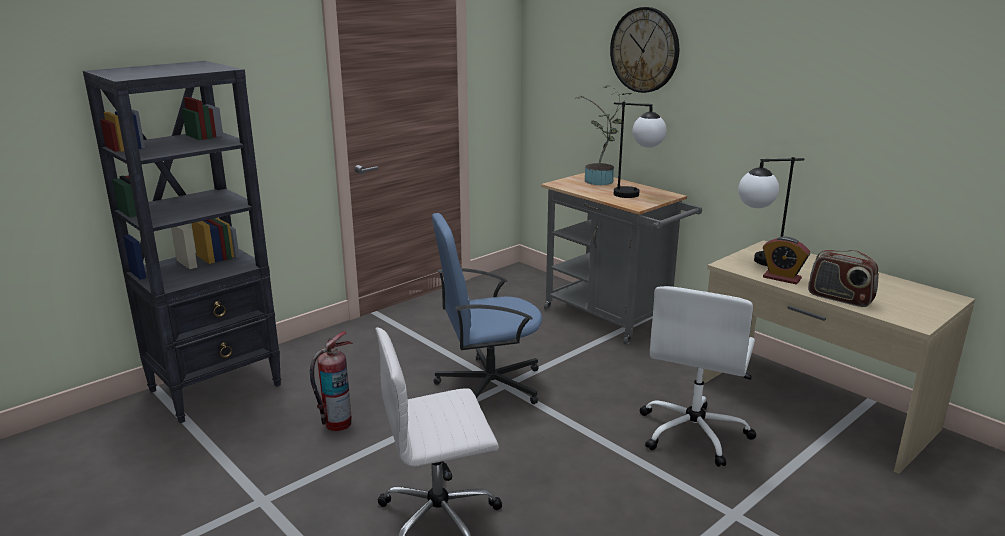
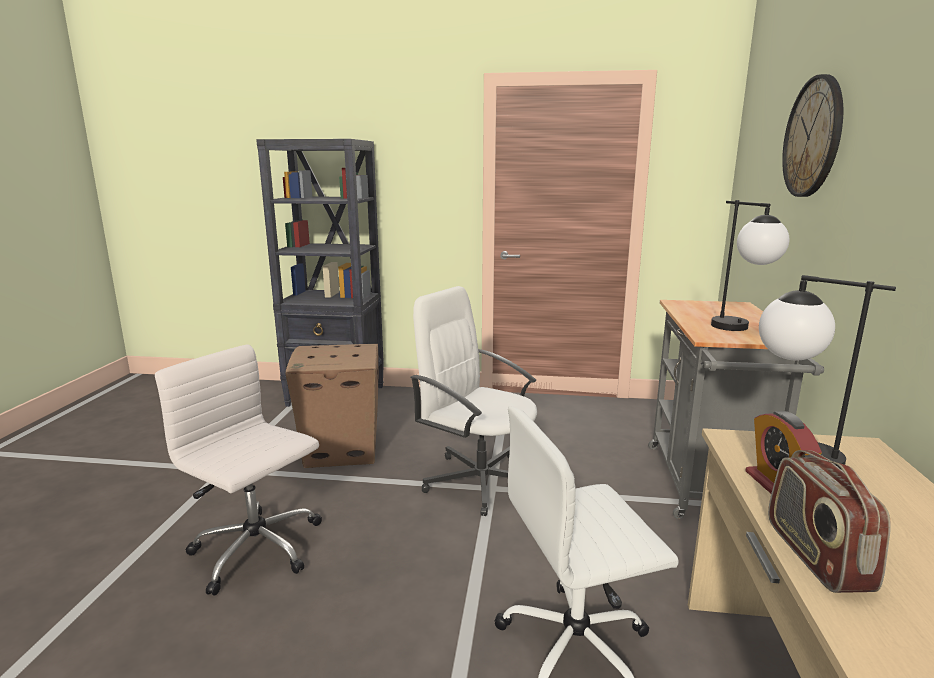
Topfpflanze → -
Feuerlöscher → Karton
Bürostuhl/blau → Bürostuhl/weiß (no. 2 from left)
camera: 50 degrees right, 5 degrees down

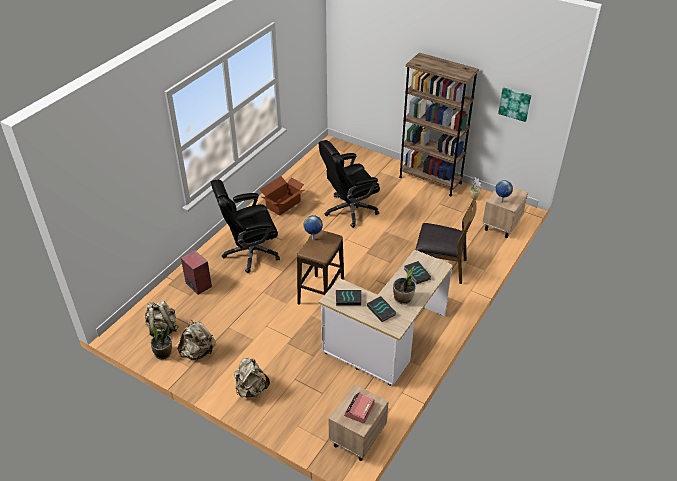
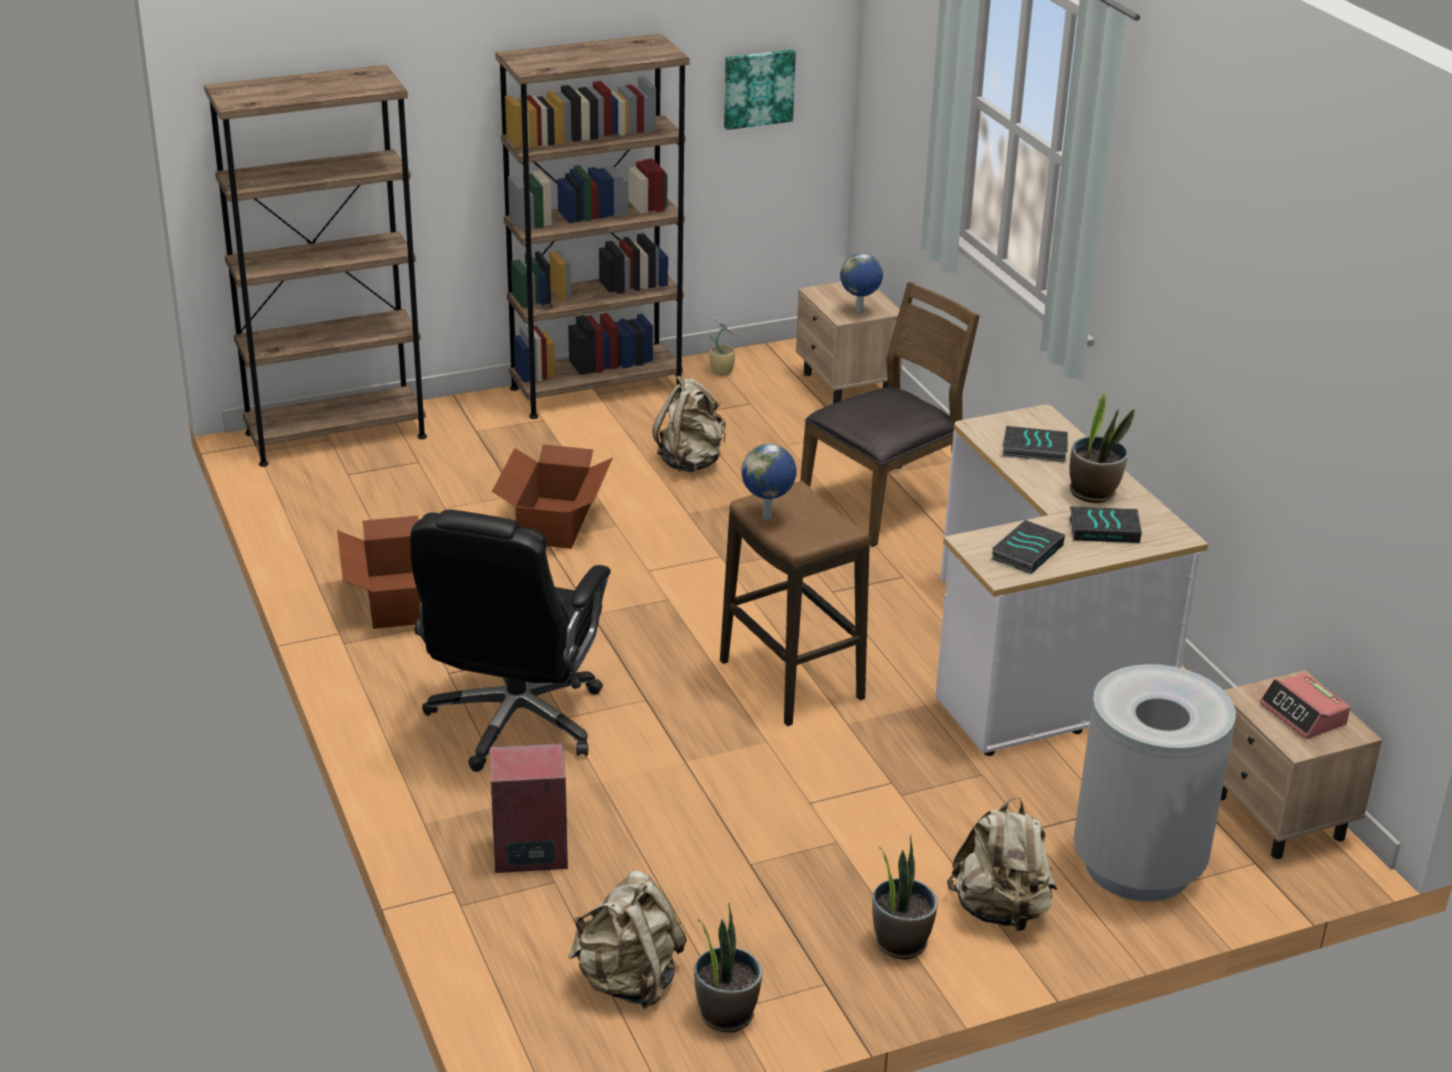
- → Bücherregal/braun (no. 1 from left)
- → Topfpflanze (no. 3 from left)
- → Mülleimer/grau
Rucksack/beige (no. 2 from left), relocated
Bürostuhl/schwarz (no. 2 from left) → Karton (no. 2 from left)
camera: 55 degrees left, 10 degrees down

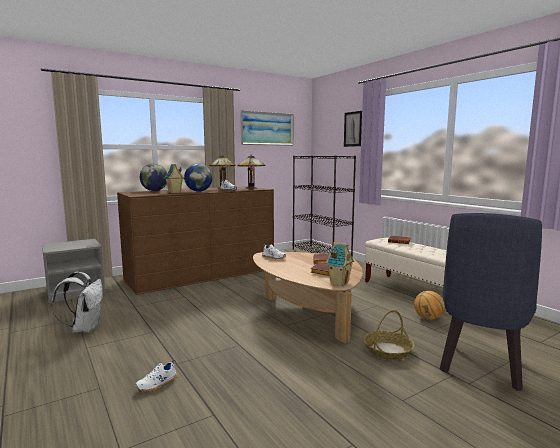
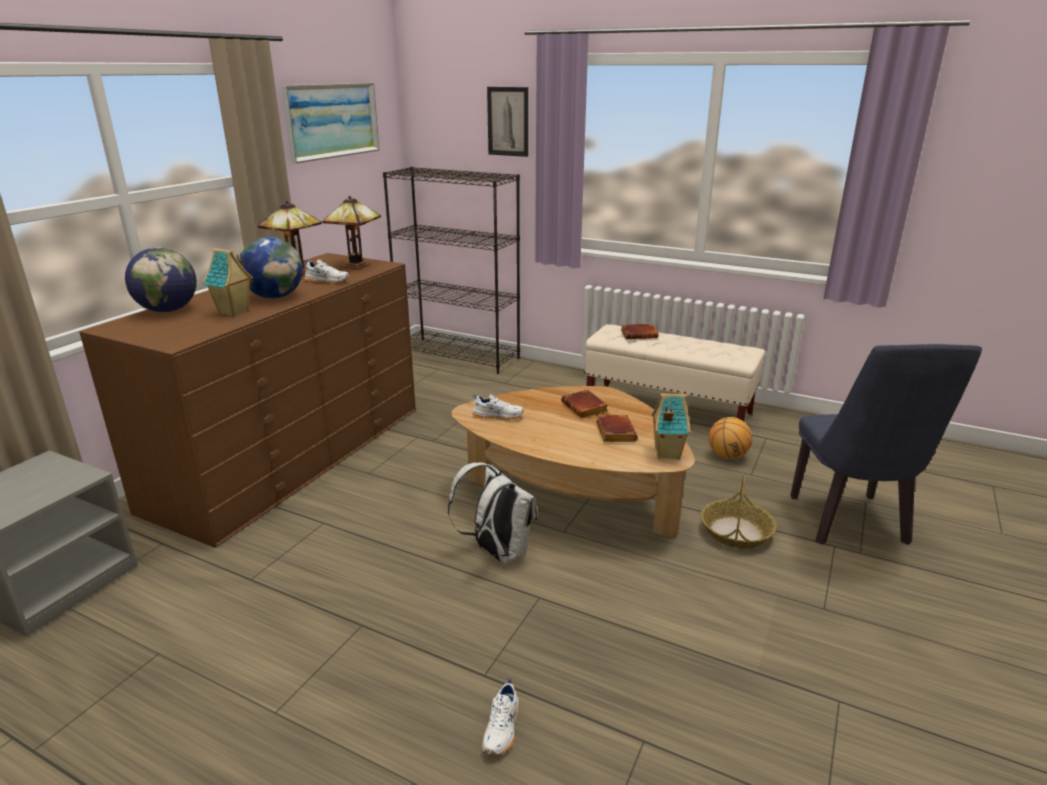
Rucksack/weiß, relocated
camera: 30 degrees left, 15 degrees up

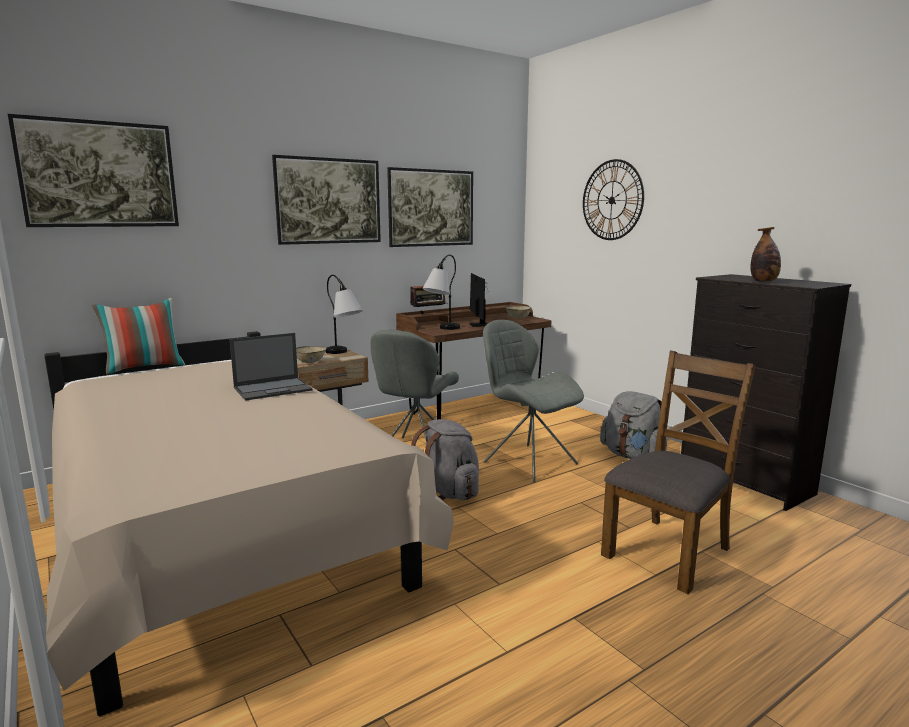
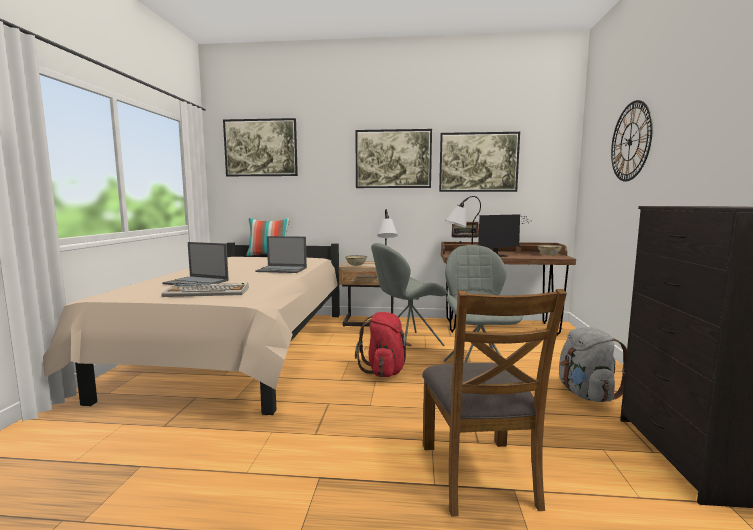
Flasche → -
- → Tastatur
- → Laptop (no. 1 from left)
Rucksack/grau (no. 1 from left) → Rucksack/rot
Monitor, 150 degrees counterclockwise
Stuhl/braun, 90 degrees clockwise
camera: 40 degrees right, 5 degrees down

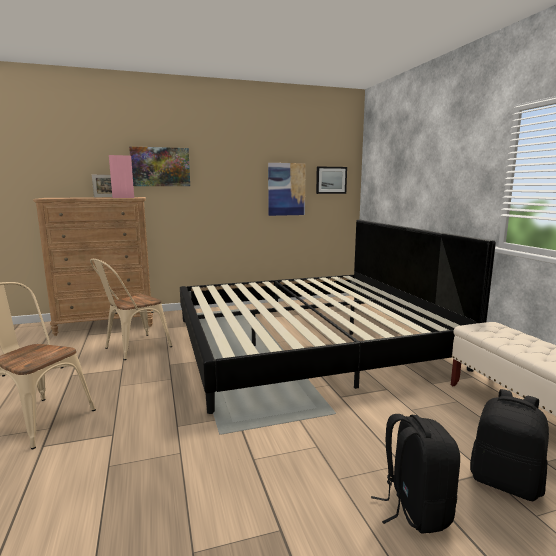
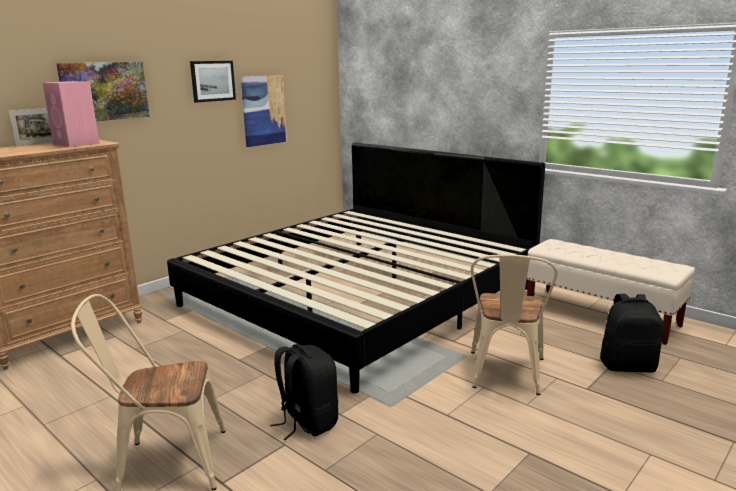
Stuhl/beige (no. 2 from left), relocated
Bild (no. 3 from left in the first image) → Bild (no. 2 from left), relocated
Rucksack/schwarz (no. 1 from left), relocated
camera: 30 degrees left, 5 degrees up

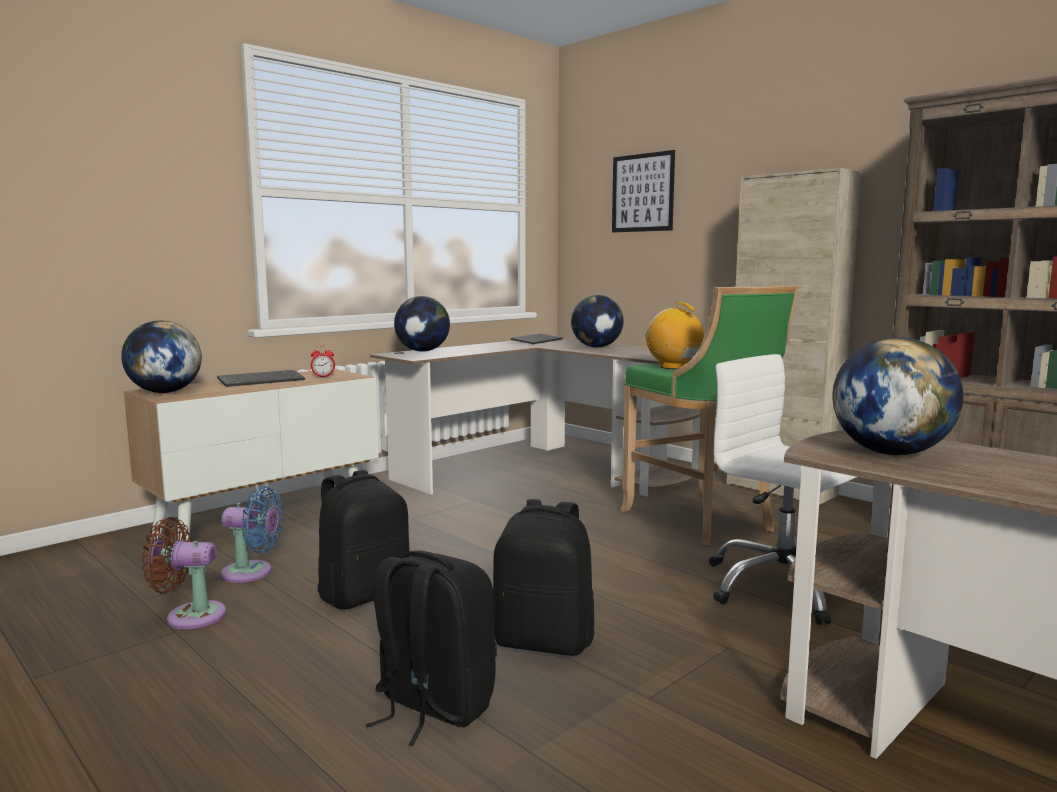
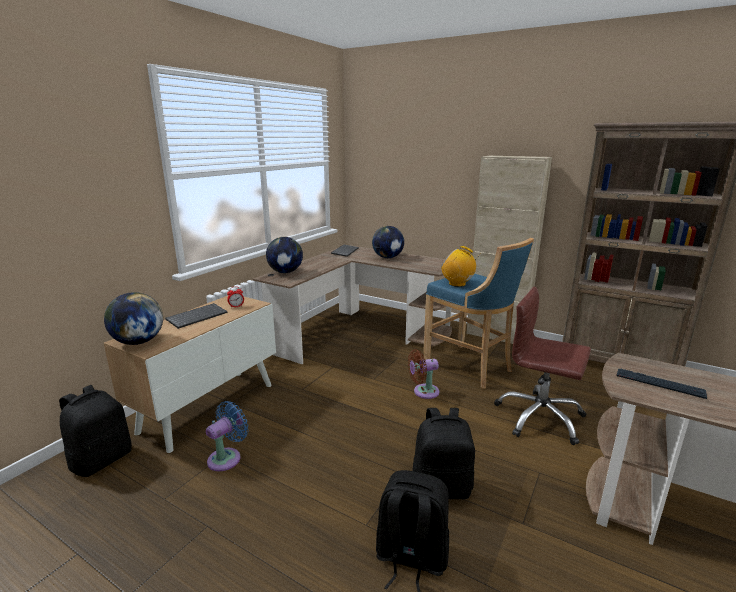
Bild → -
Ventilator/braun, relocated
Rucksack/schwarz (no. 1 from left), relocated
Globus (no. 4 from left) → Tastatur (no. 3 from left)
Hocker/grün → Hocker/blau
Bürostuhl/weiß → Bürostuhl/braun
Ventilator/blau, 45 degrees counterclockwise
camera: 15 degrees left, 10 degrees up

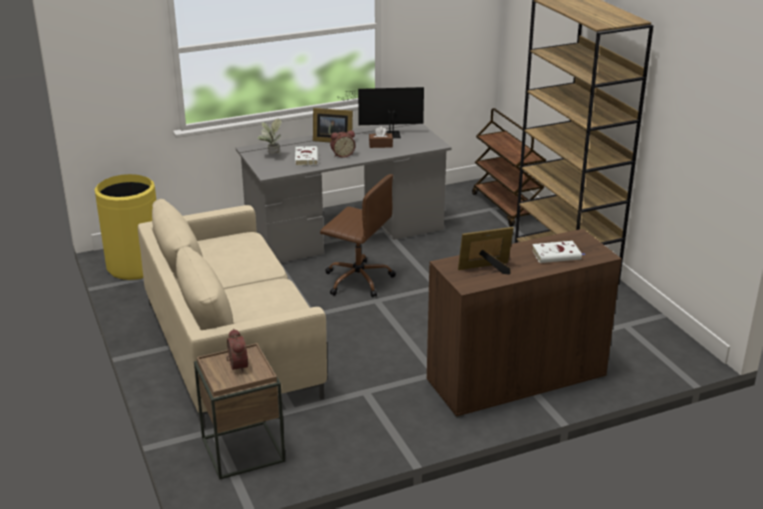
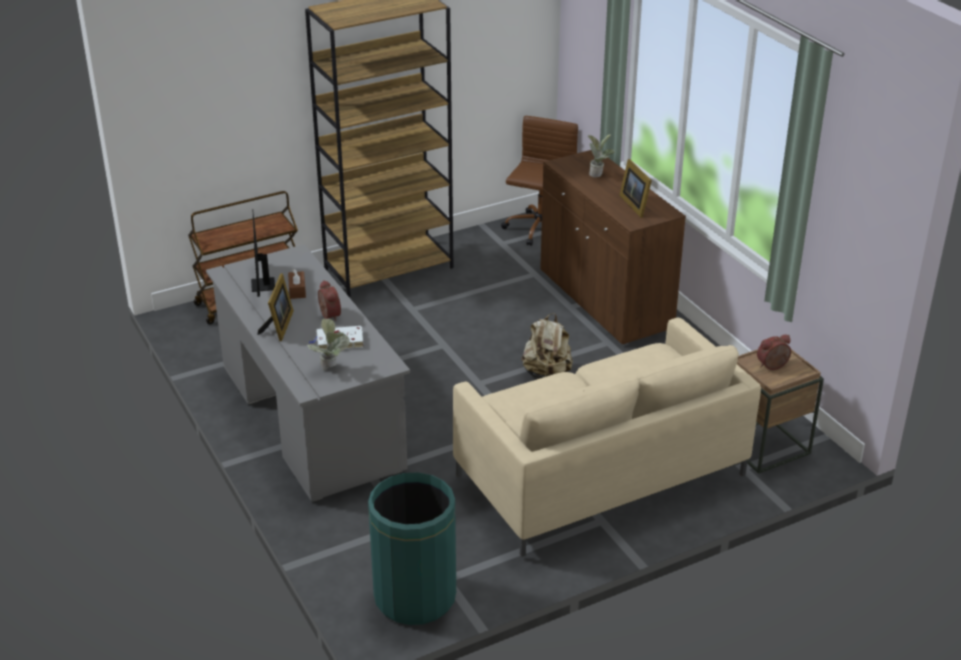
- → Rucksack/beige
Bürostuhl/braun, relocated
Buch/weiß (no. 2 from left) → Topfpflanze (no. 2 from left)
Mülleimer/gelb → Mülleimer/grün
camera: 95 degrees left, 5 degrees up

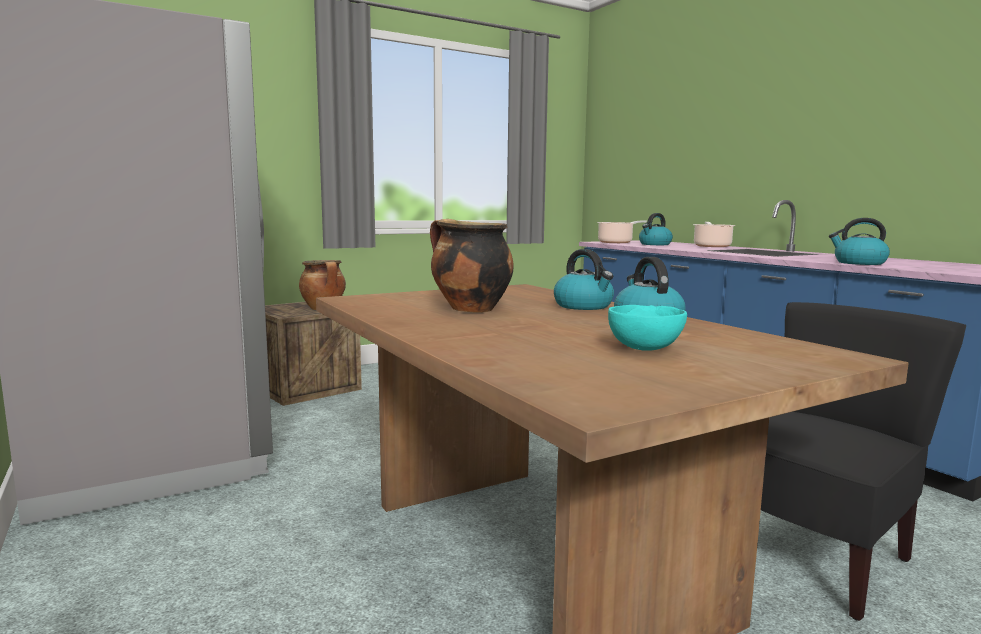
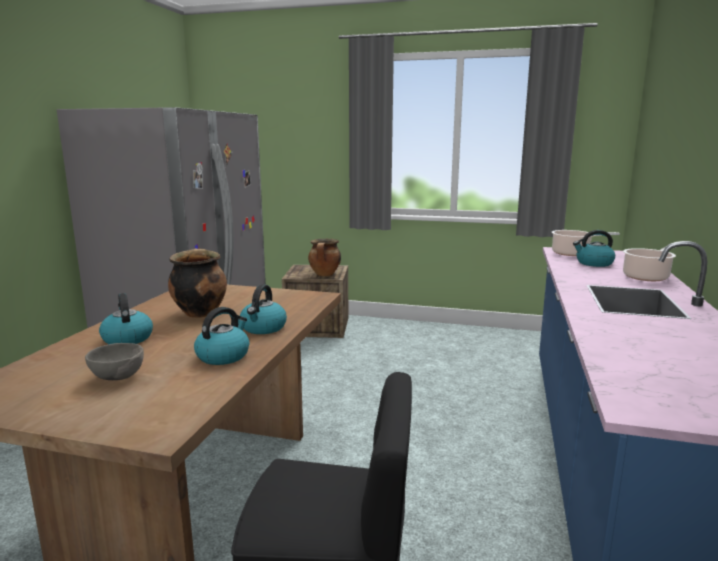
Wasserkessel (no. 4 from left in the first image) → Wasserkessel (no. 1 from left), relocated
Schüssel/türkis → Schüssel/grau
camera: 45 degrees right, 5 degrees up

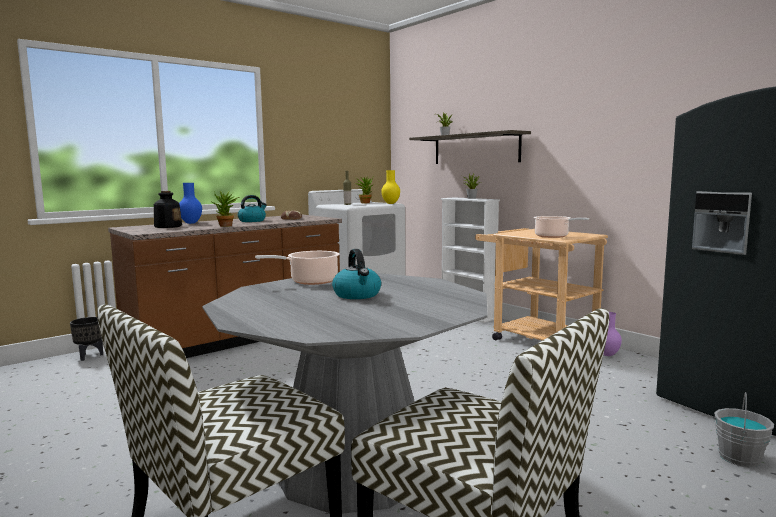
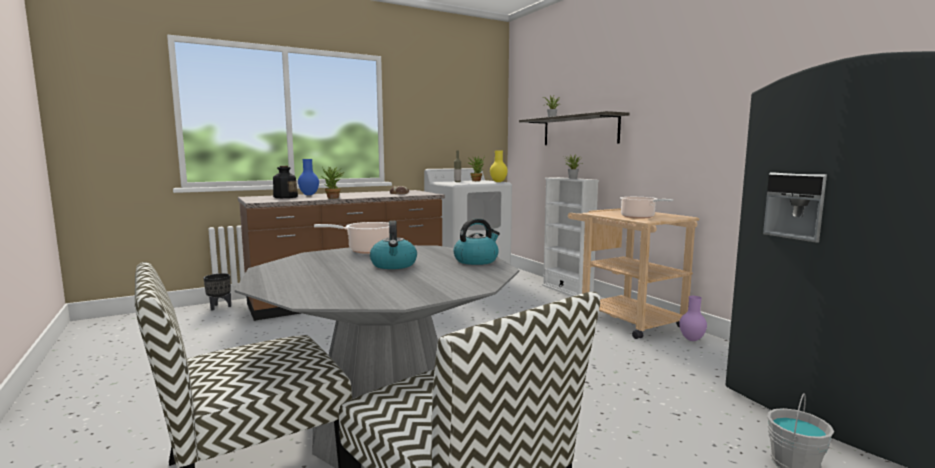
Wasserkessel (no. 1 from left in the first image) → Wasserkessel (no. 2 from left), relocated
camera: 10 degrees right, 0 degrees up

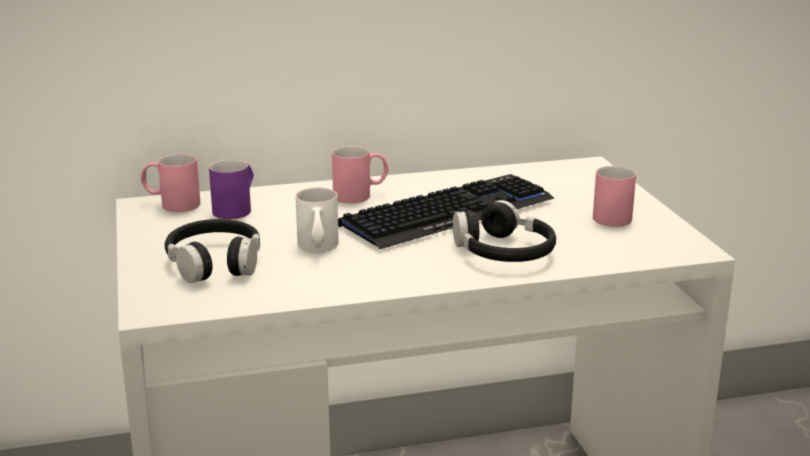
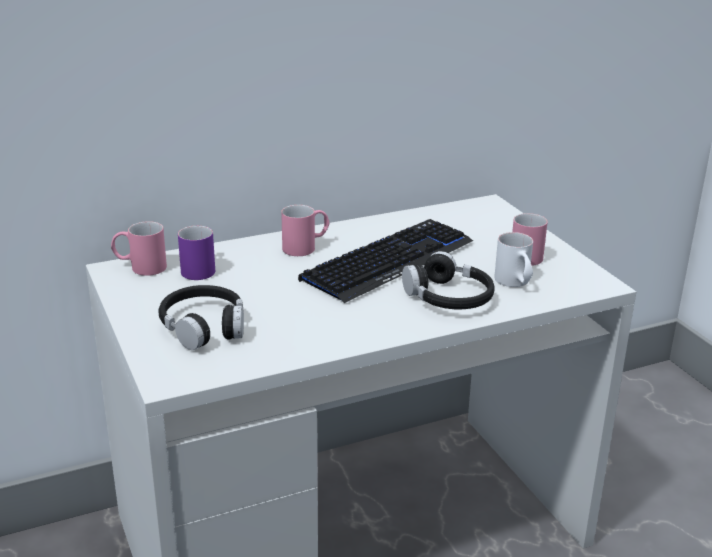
Henkelbecher/weiß, relocated
camera: 10 degrees left, 5 degrees up

